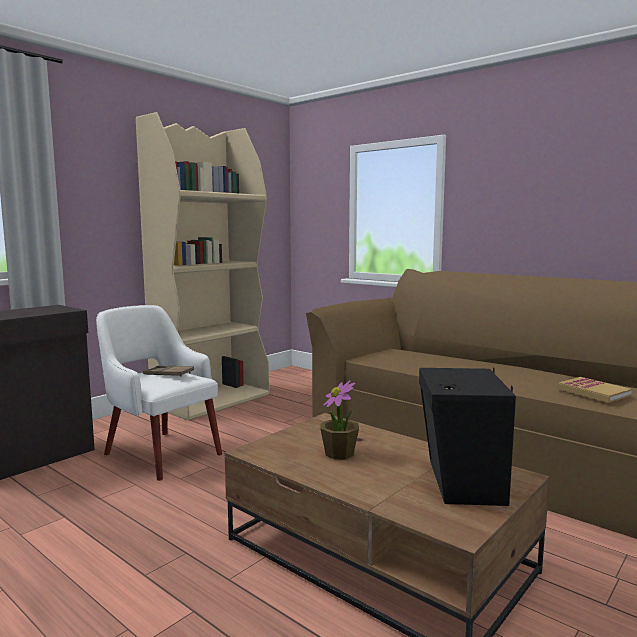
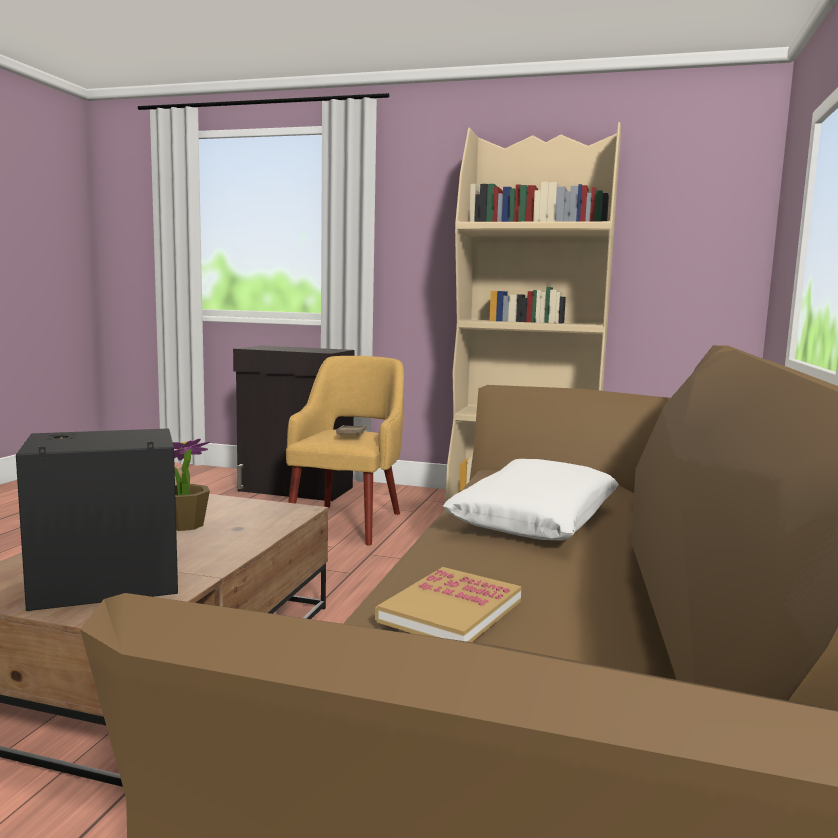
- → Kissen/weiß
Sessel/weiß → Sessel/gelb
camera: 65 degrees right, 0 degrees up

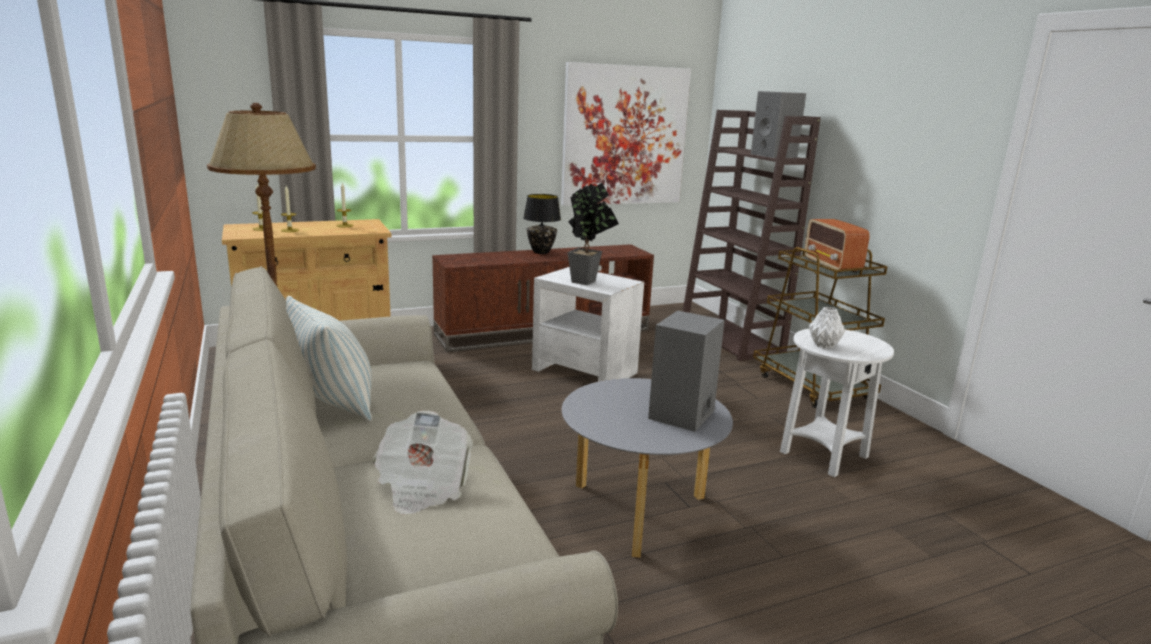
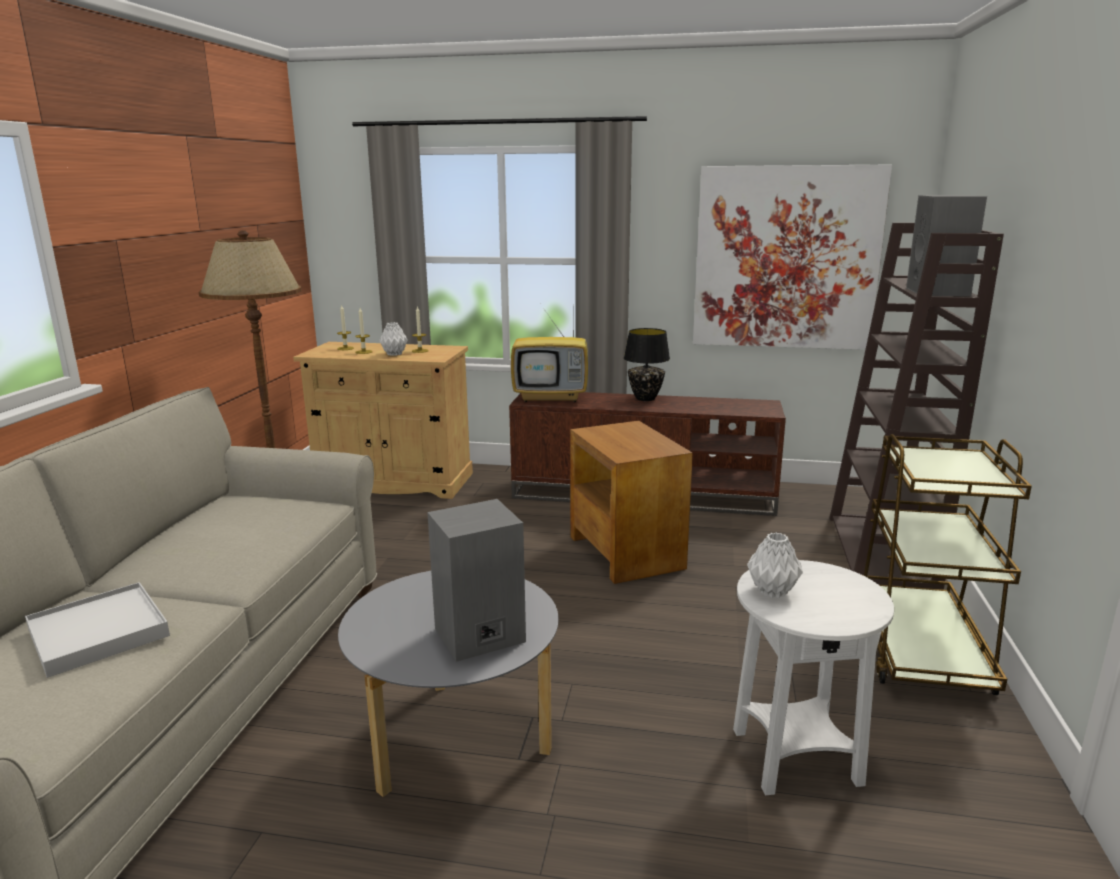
Kissen → -
Topfpflanze → -
Radio → -
- → Vase/weiß (no. 1 from left)
- → Fernseher
Zeitung → Tablett/weiß
Beistelltisch/weiß (no. 1 from left) → Beistelltisch/braun
camera: 35 degrees right, 0 degrees up

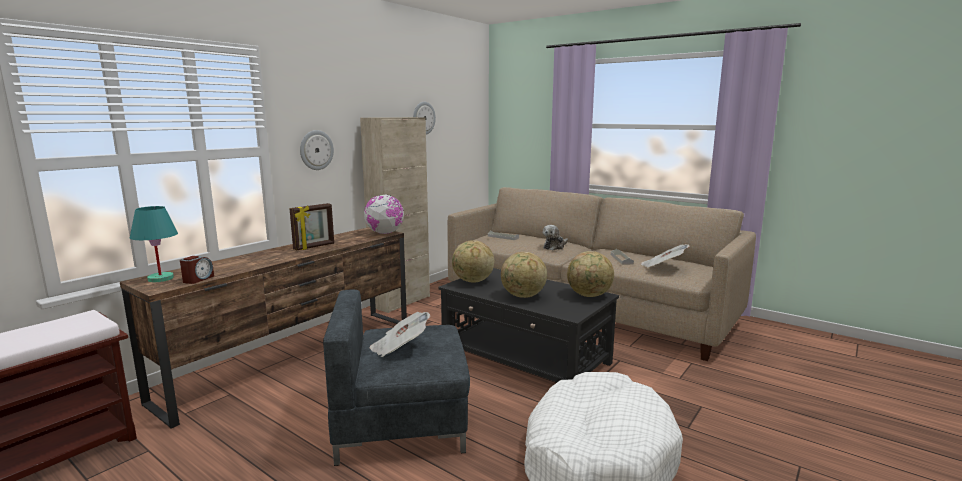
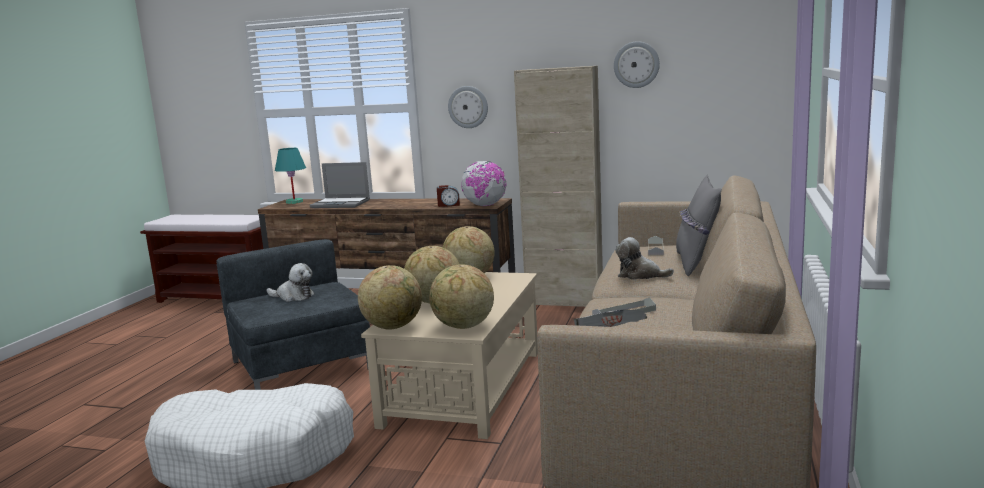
Bilderrahmen → -
- → Laptop
- → Globus (no. 1 from left)
- → Kissen/grau
Wecker, relocated
Zeitung (no. 1 from left) → Plüschtier (no. 1 from left)
Couchtisch/schwarz → Couchtisch/beige
camera: 70 degrees right, 0 degrees up

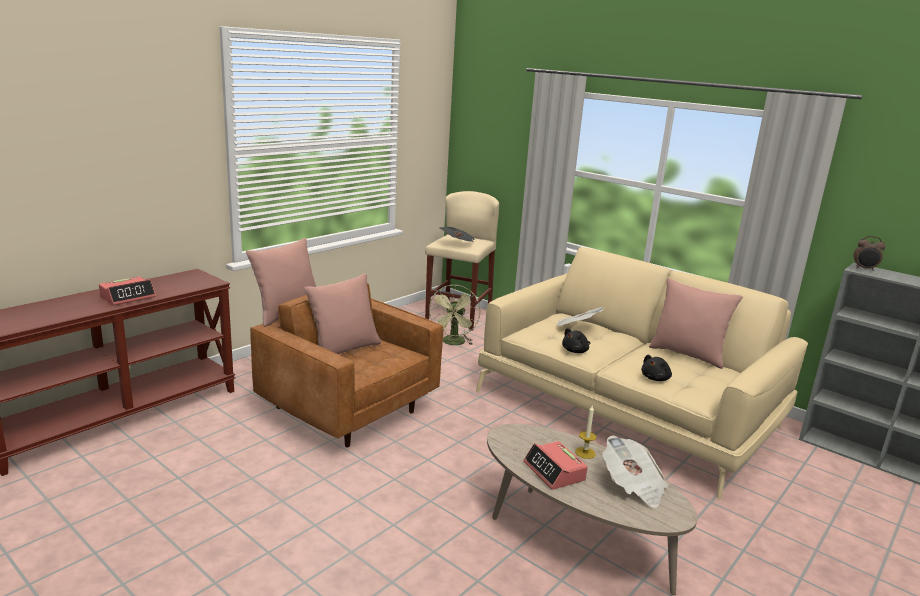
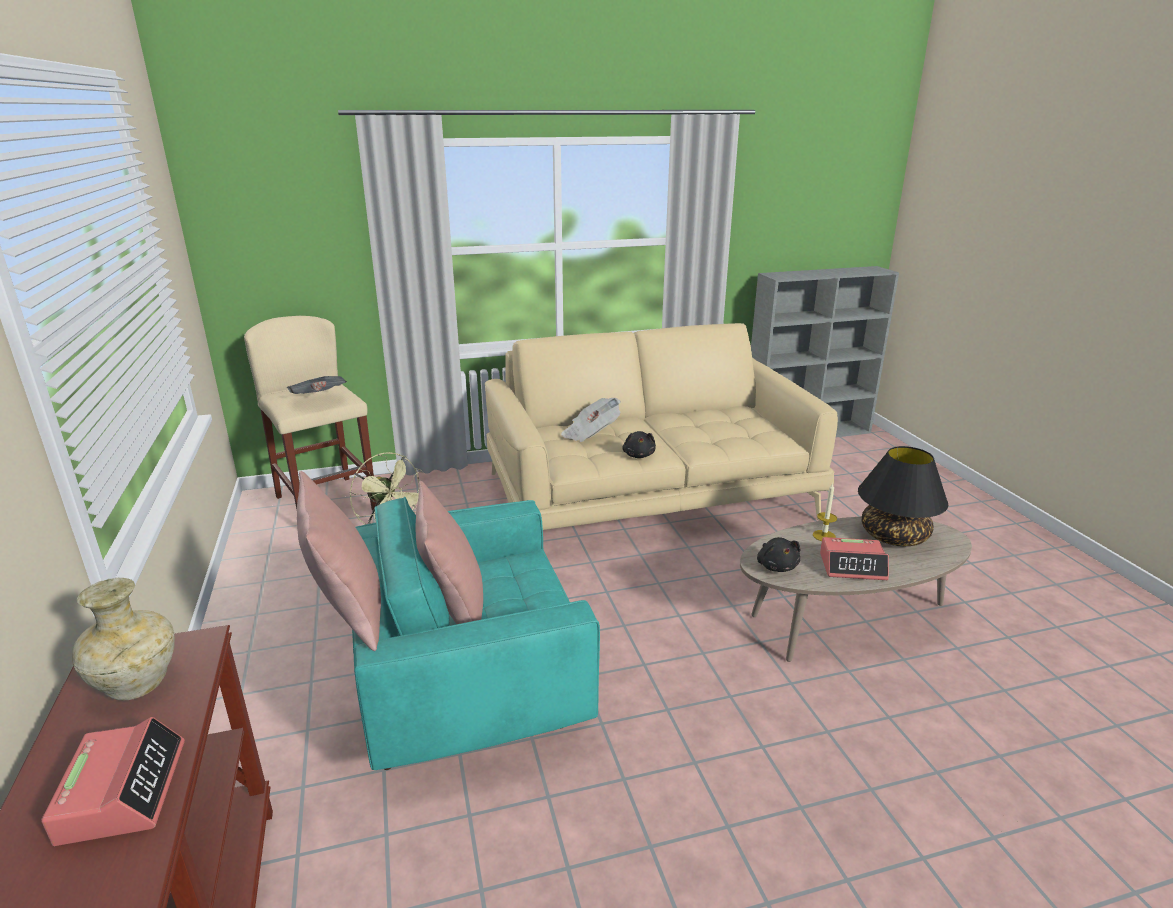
Kissen/rosa (no. 3 from left) → -
Wecker (no. 3 from left) → -
- → Vase/beige
Plüschtier/schwarz (no. 2 from left), relocated
Zeitung (no. 3 from left) → Tischlampe/schwarz
Sessel/braun → Sessel/türkis
camera: 55 degrees left, 5 degrees up

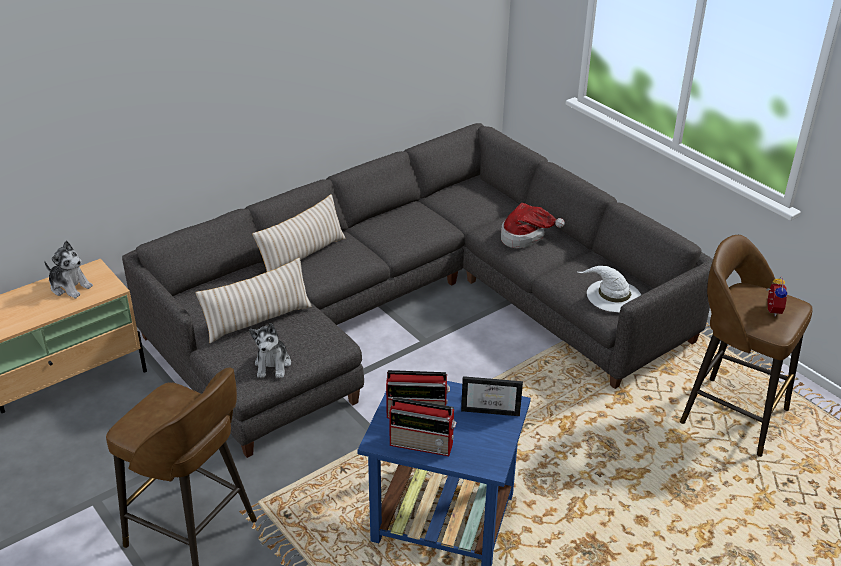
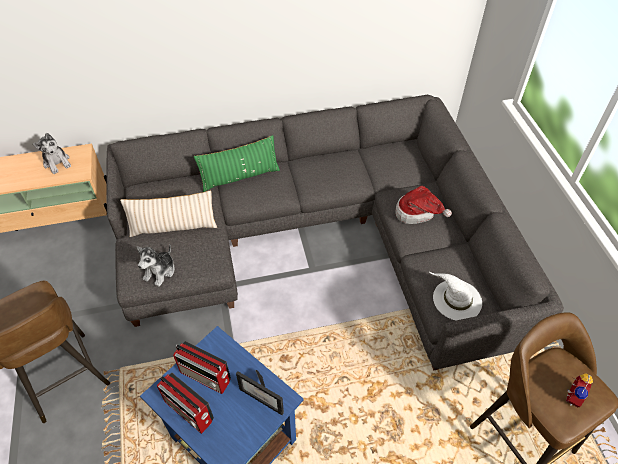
Kissen/beige (no. 2 from left) → Kissen/grün
camera: 25 degrees right, 15 degrees up

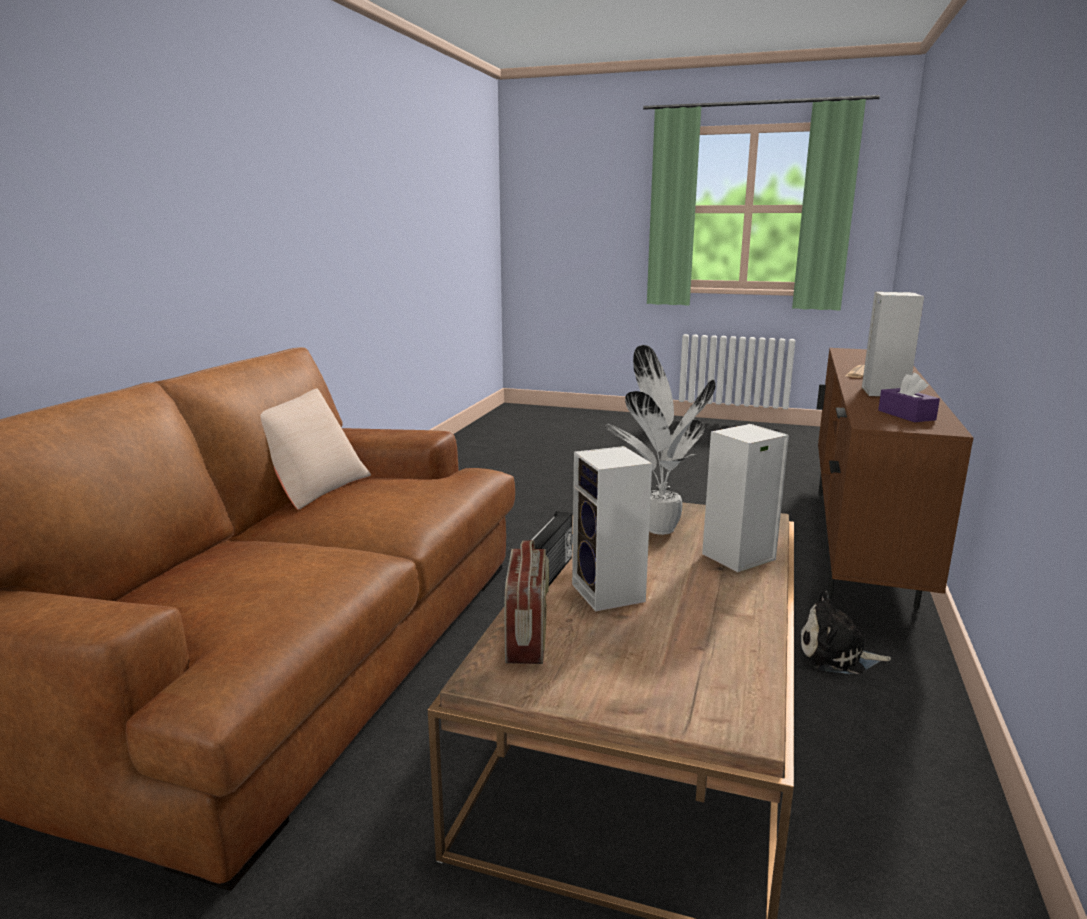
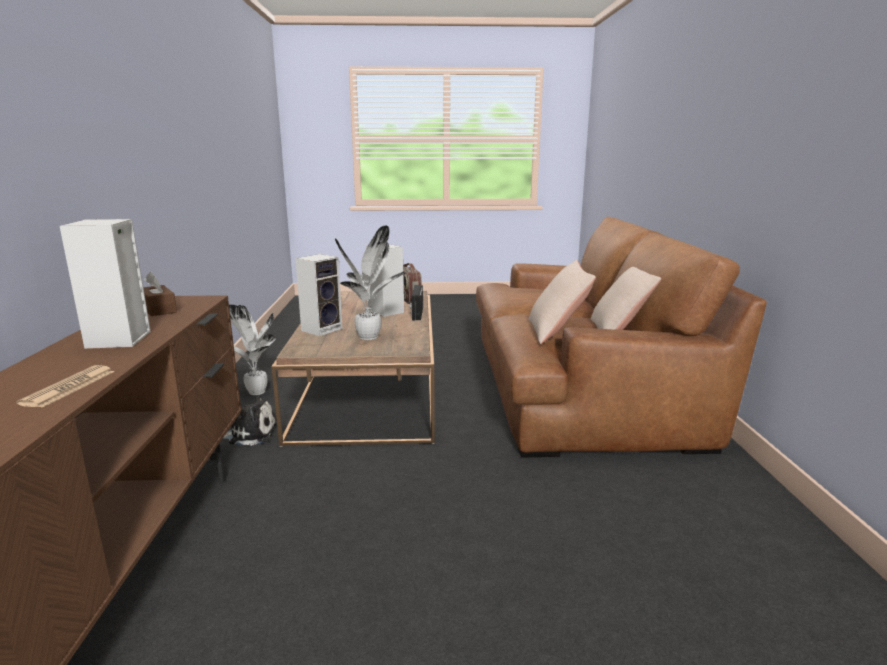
- → Topfpflanze (no. 1 from left)
- → Kissen/beige (no. 1 from left)
Taschentuchbox/lila → Taschentuchbox/braun
camera: 160 degrees right, 0 degrees up

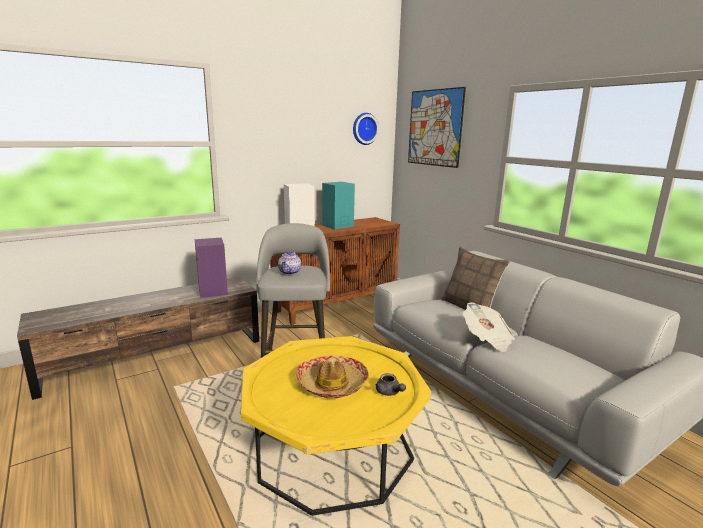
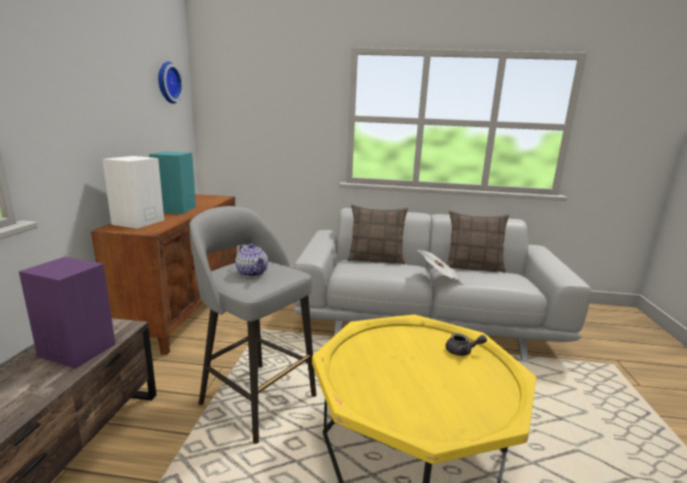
Hut → -
Bild → -
- → Kissen (no. 2 from left)
camera: 50 degrees left, 0 degrees up

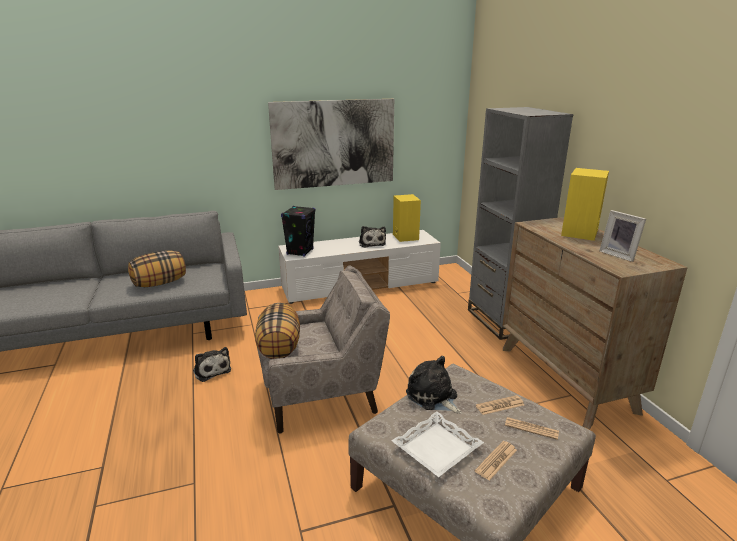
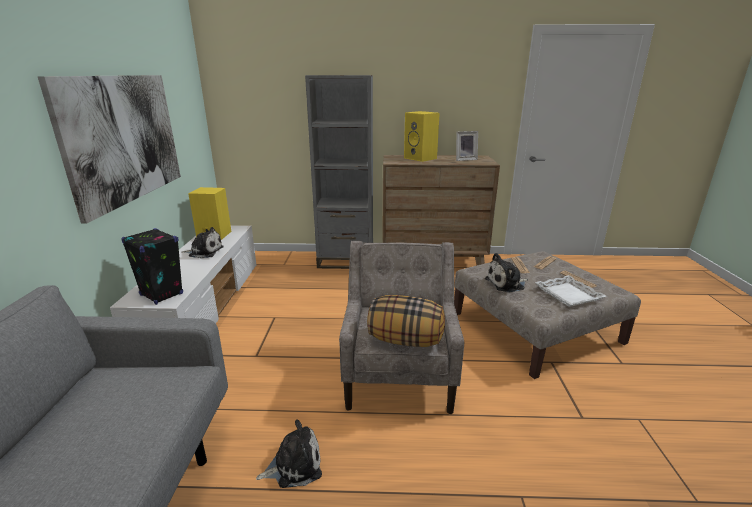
Kissen (no. 1 from left) → -
camera: 70 degrees left, 0 degrees up

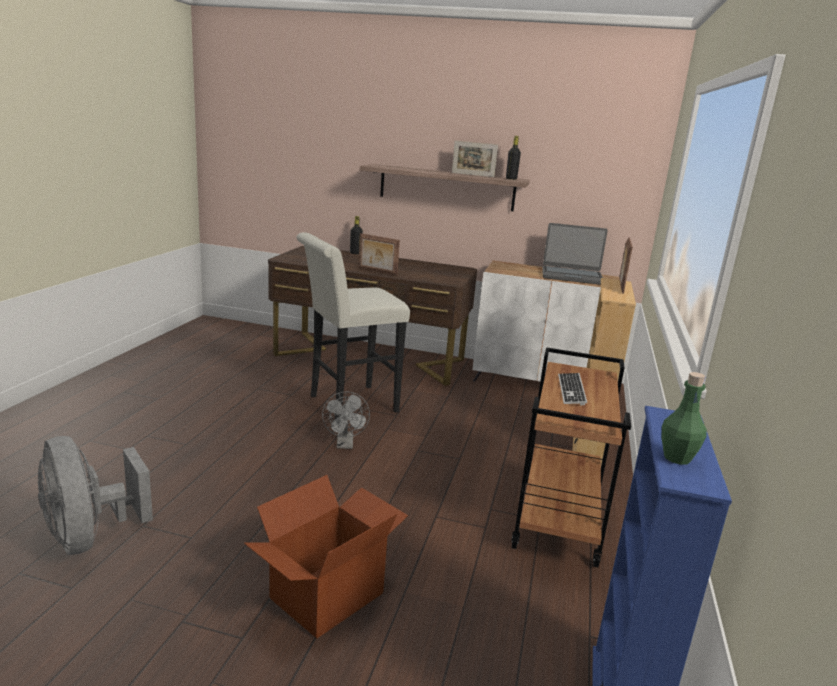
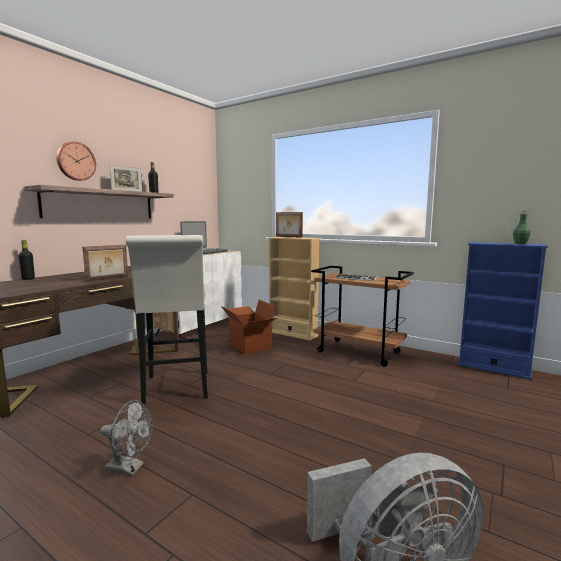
- → Wanduhr
Karton, relocated
Ventilator/grau (no. 2 from left in the first image) → Ventilator/grau (no. 1 from left), relocated
camera: 70 degrees left, 10 degrees down

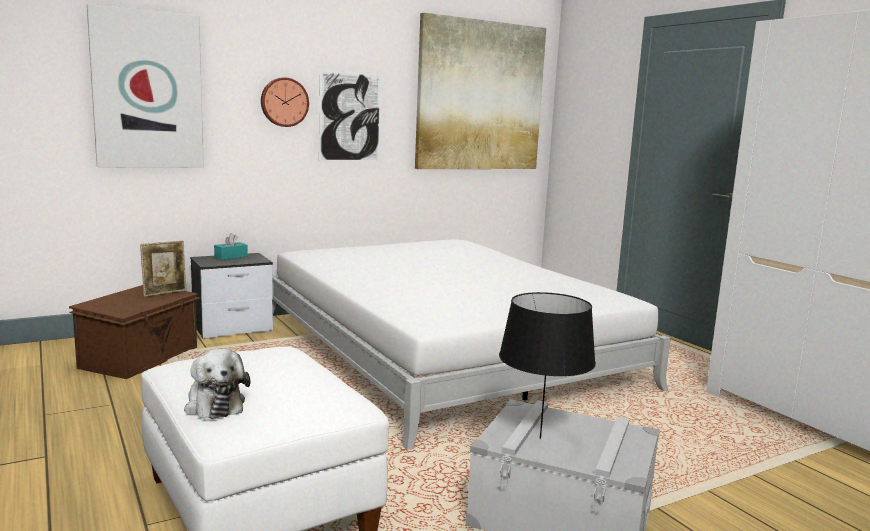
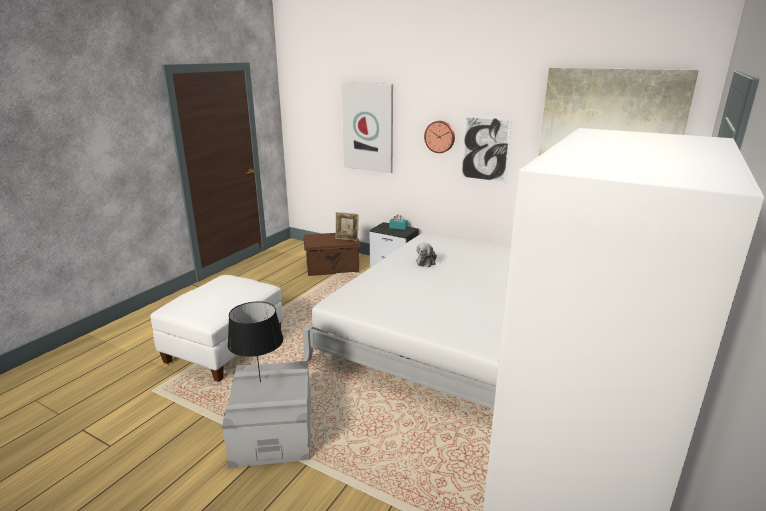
Plüschtier, relocated
camera: 60 degrees right, 10 degrees up

